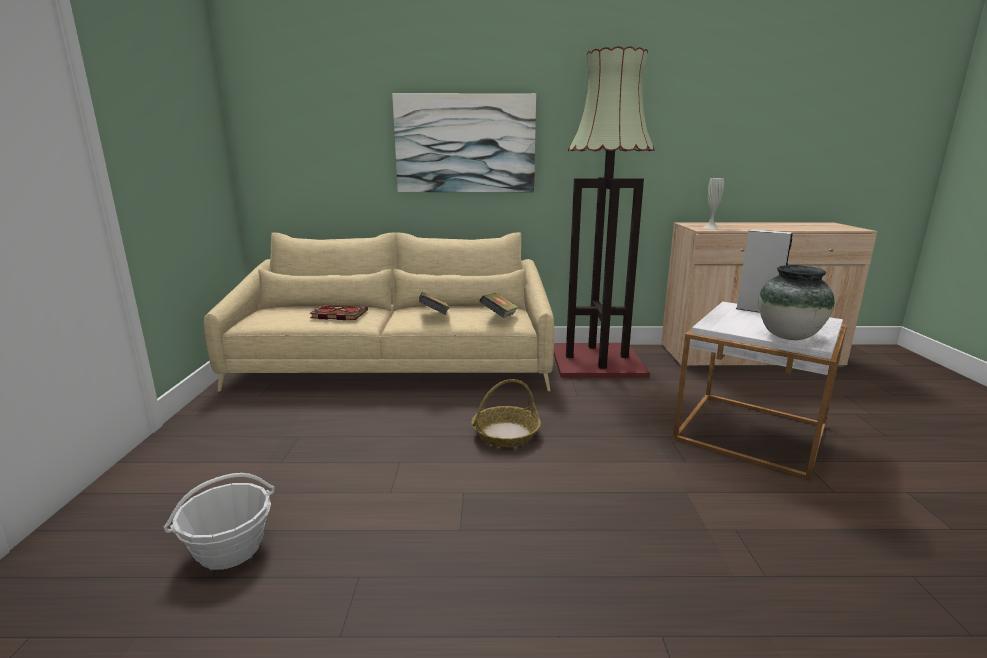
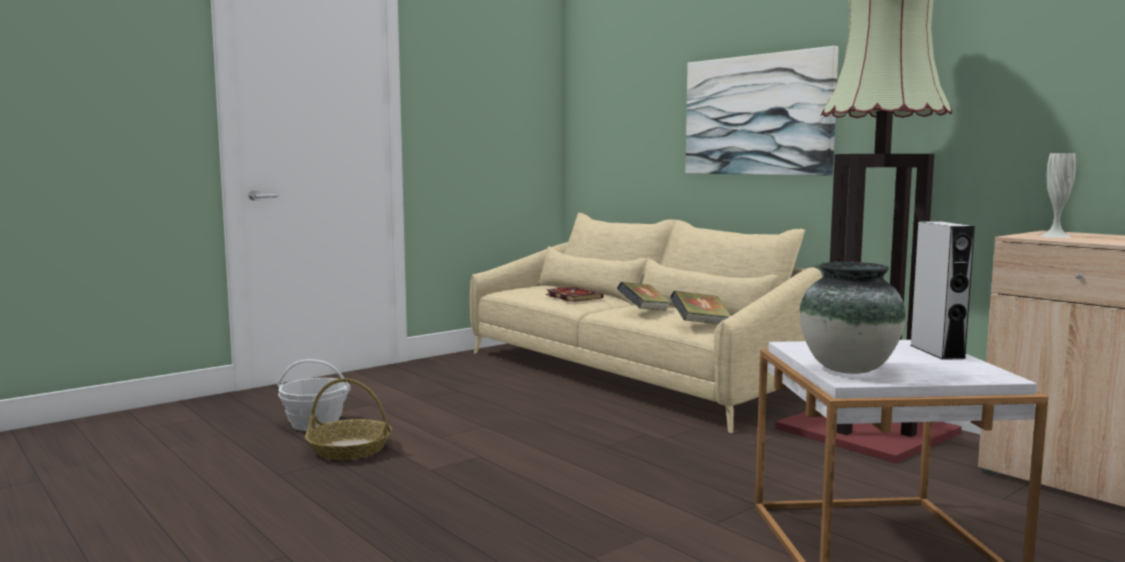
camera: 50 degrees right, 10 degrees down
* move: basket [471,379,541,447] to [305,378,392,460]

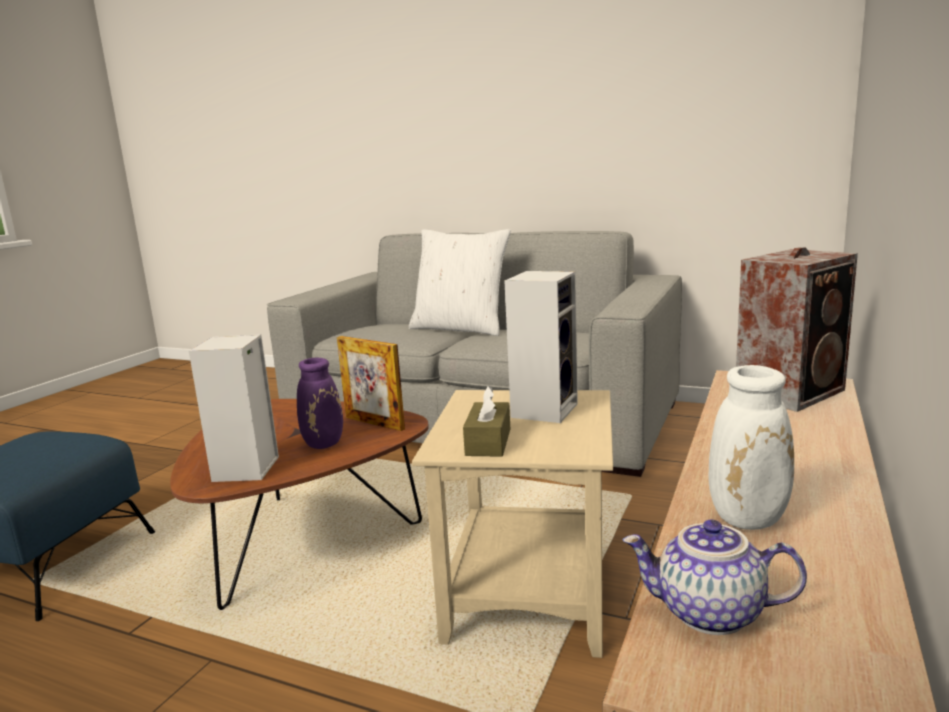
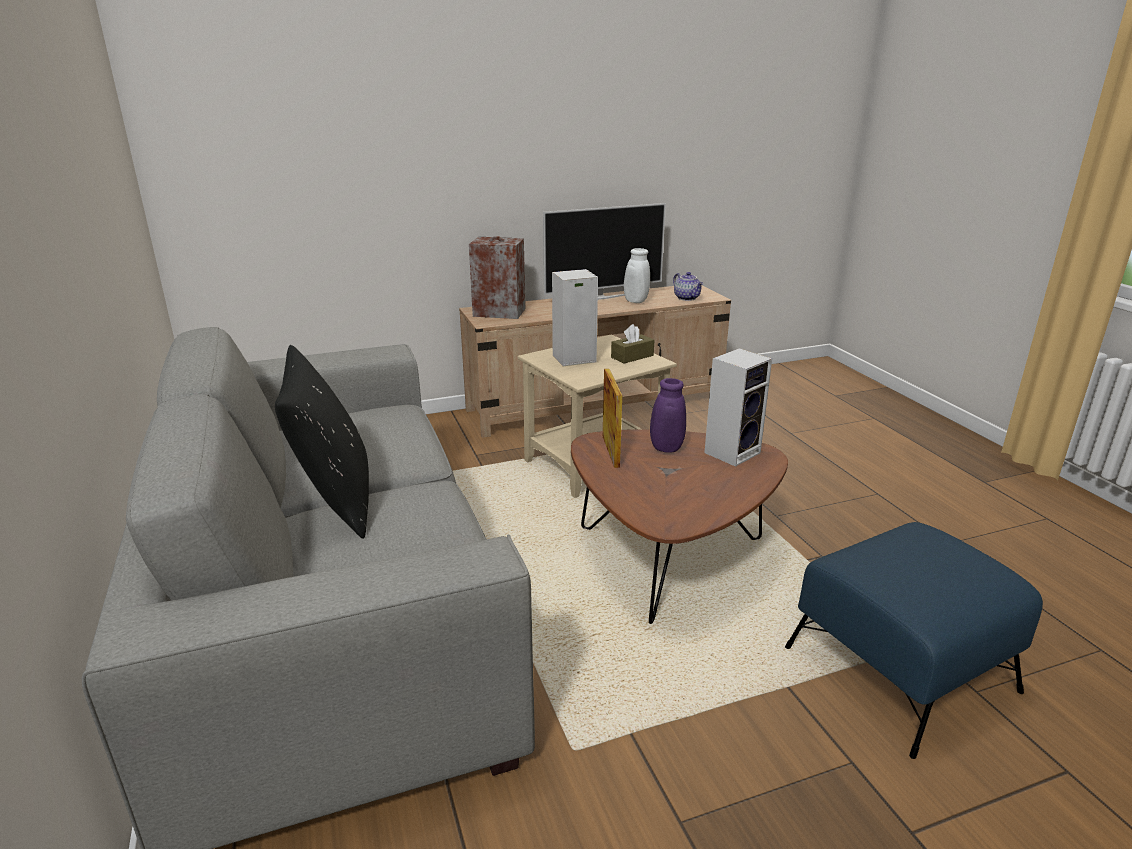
camera: 135 degrees left, 10 degrees up
* recolor: white pillow [409,229,511,336] to black pillow [275,345,369,539]
* insert: television [543,203,666,300]

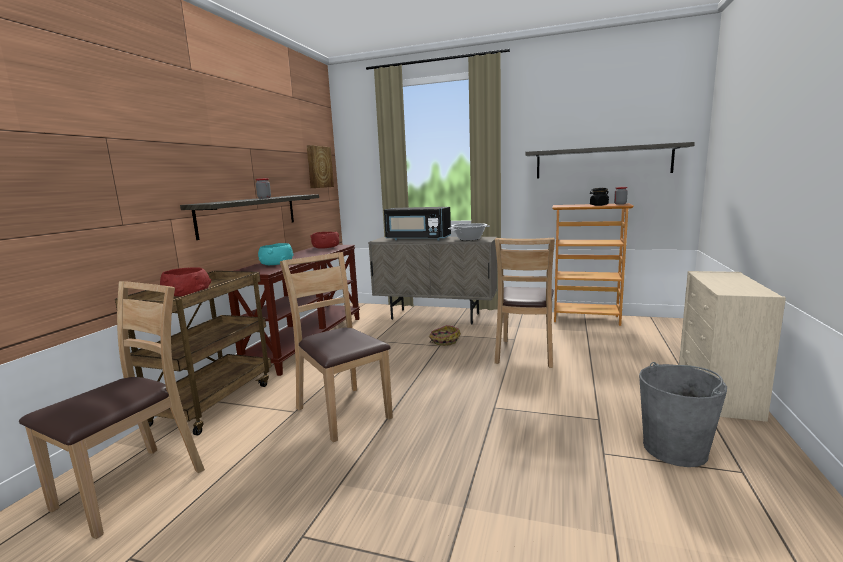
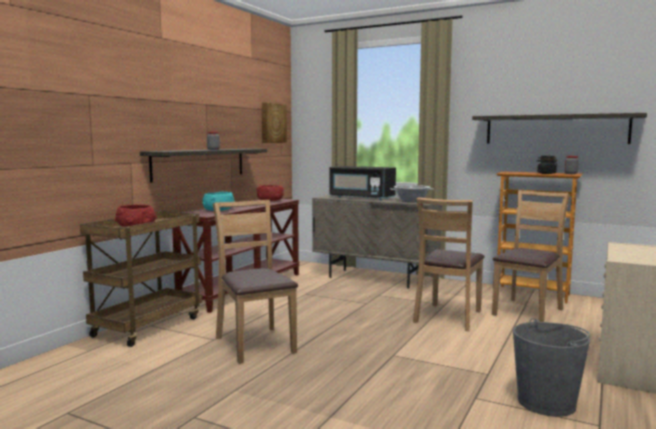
camera: 10 degrees right, 5 degrees down
* move: brown chair [19,281,205,539] to [492,190,570,322]
* delete: basket [429,325,461,346]

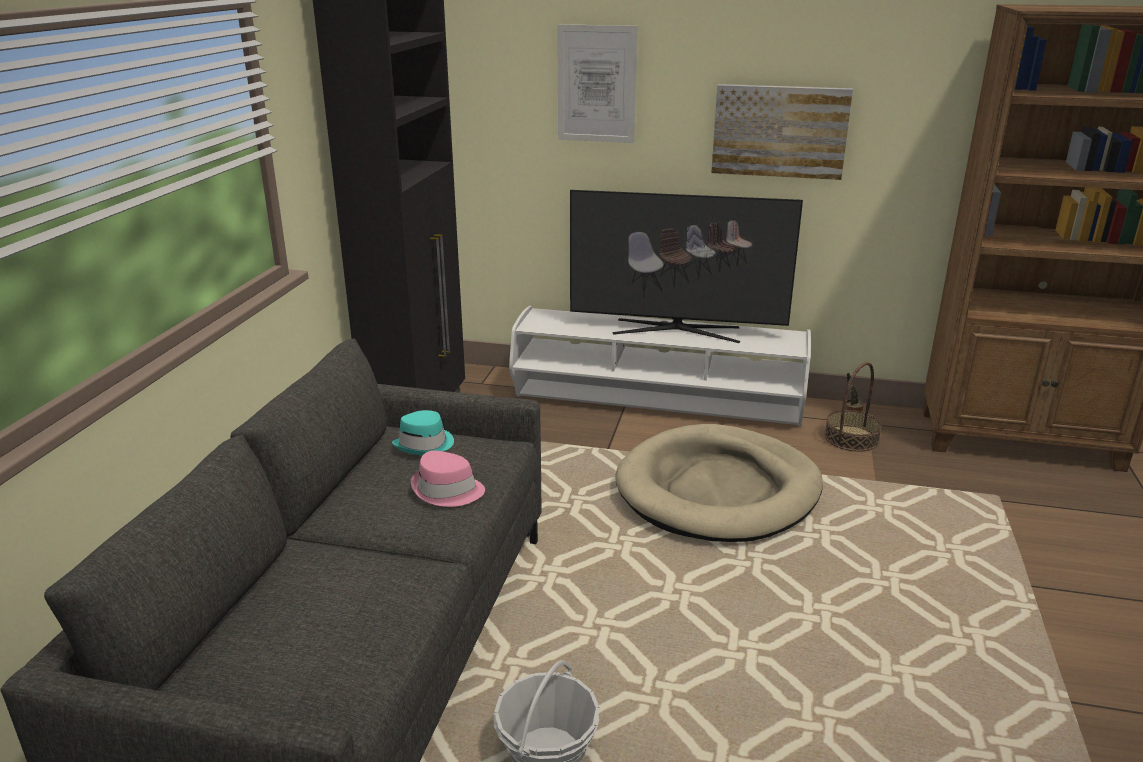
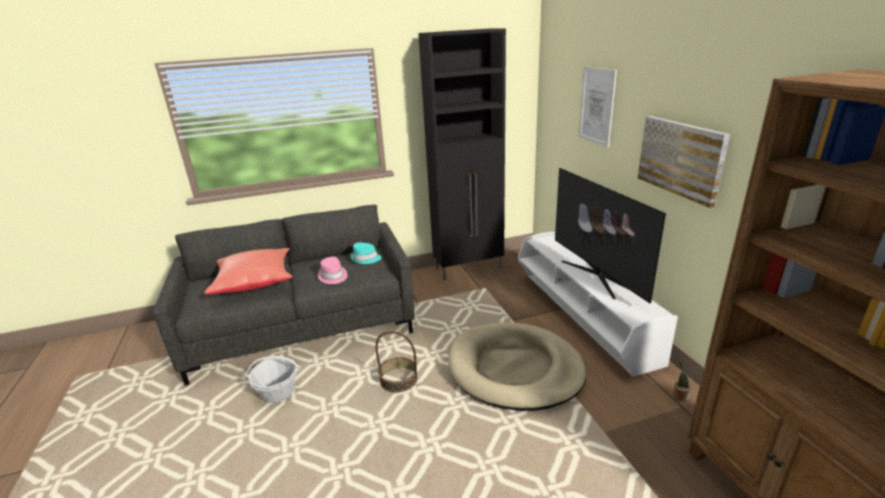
camera: 60 degrees right, 0 degrees up
* move: basket [824,362,882,452] to [376,331,418,393]
* insert: red pillow [204,248,292,294]

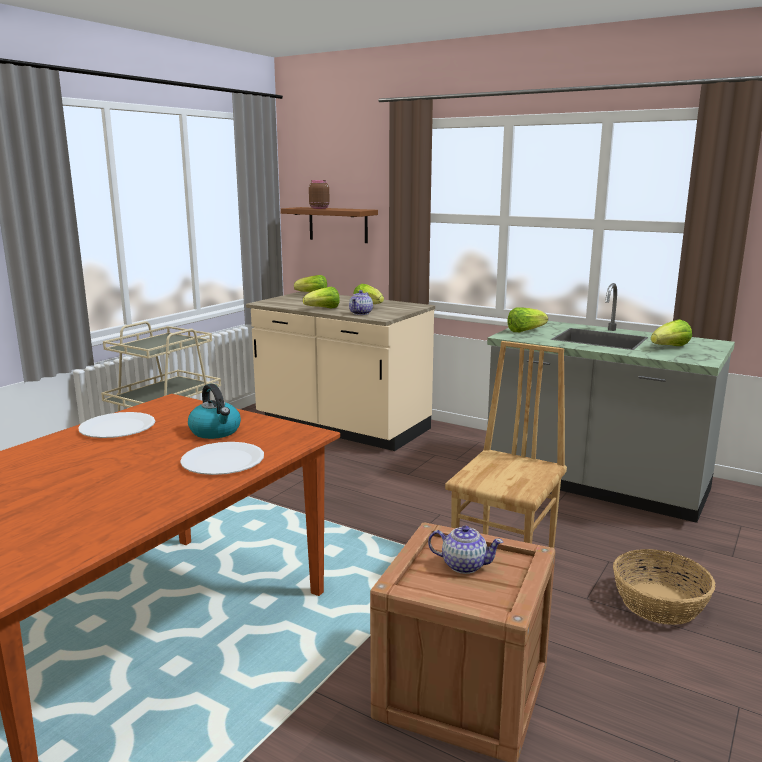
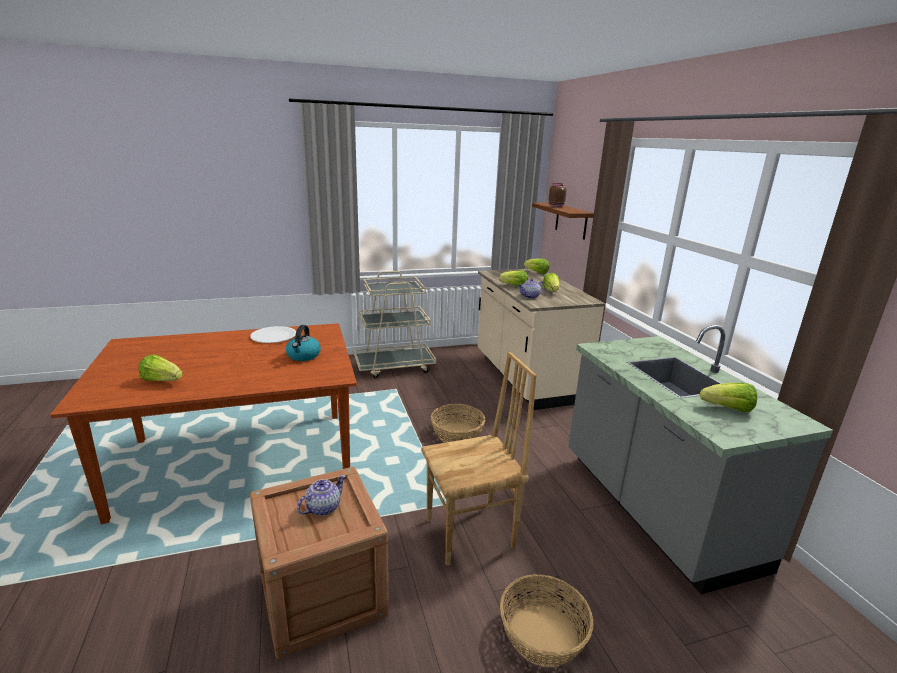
camera: 40 degrees right, 5 degrees up
* move: lettuce [507,307,548,332] to [138,355,183,381]
* delete: white plate [180,442,264,475]
* rotate: teapot [428,526,503,574] = [297,475,346,516] 105 degrees counterclockwise
* insert: basket [431,404,485,443]

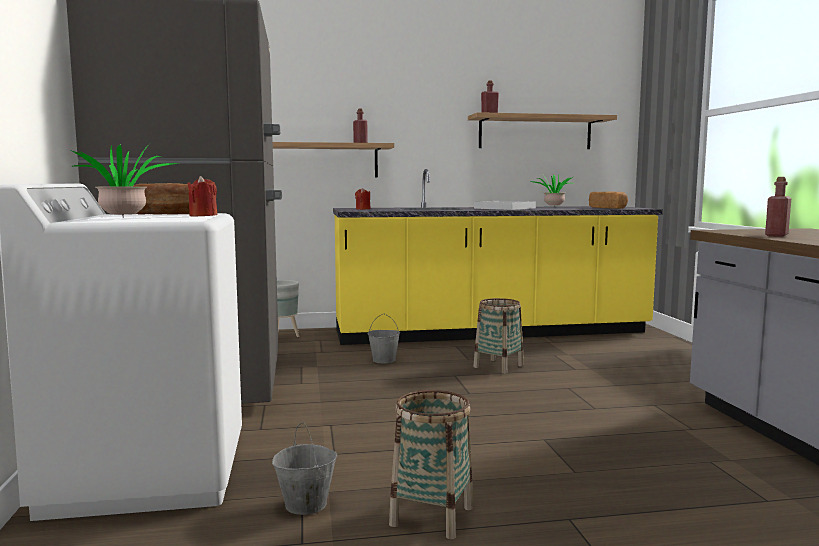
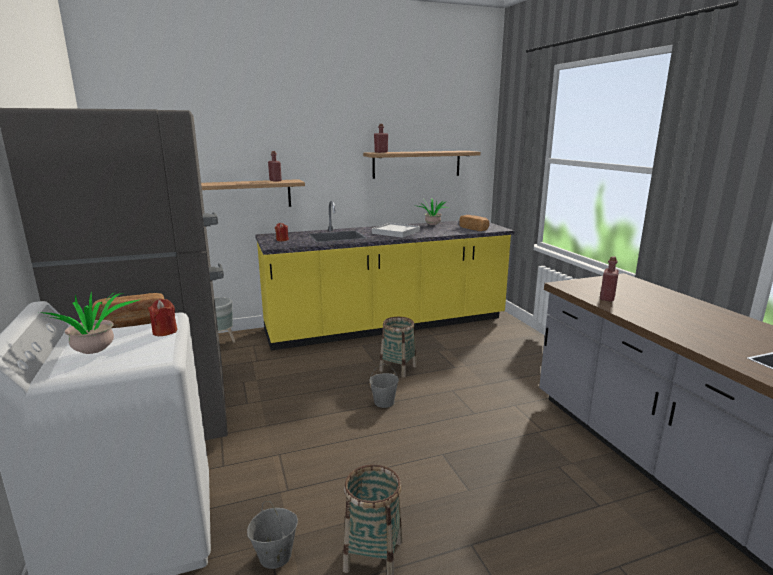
camera: 10 degrees left, 10 degrees up
* move: grey bucket [368,314,400,363] to [369,364,399,408]

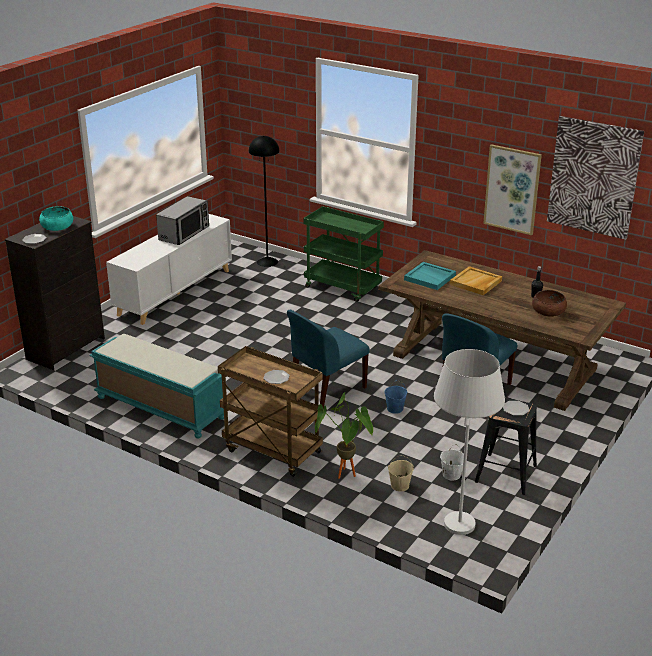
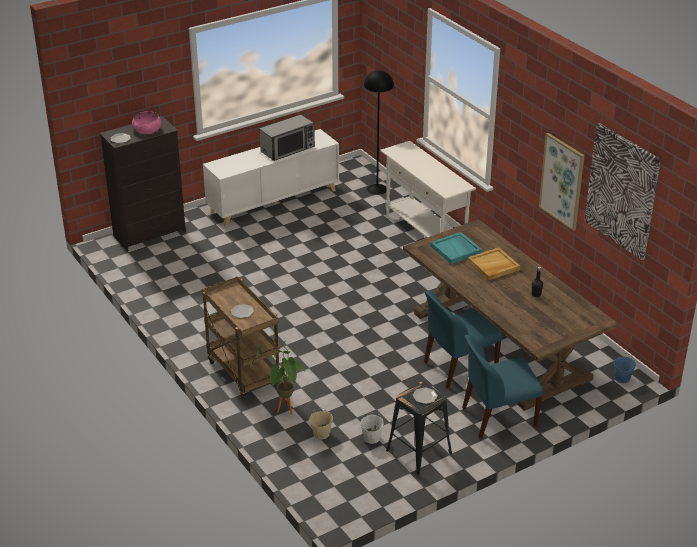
camera: 25 degrees right, 5 degrees up
* recolor: turquoise bowl [39,206,73,231] to pink bowl [132,111,162,134]
* replace: green cart [303,206,384,302] to white console table [380,141,476,238]
* delete: brown bowl [532,290,567,317]
* move: blue chair [287,310,370,409] to [462,334,543,439]
* delete: turquoise bench [89,334,224,438]
* delete: white floor lamp [434,349,505,535]
* move: blue bucket [384,380,407,414] to [614,353,636,383]

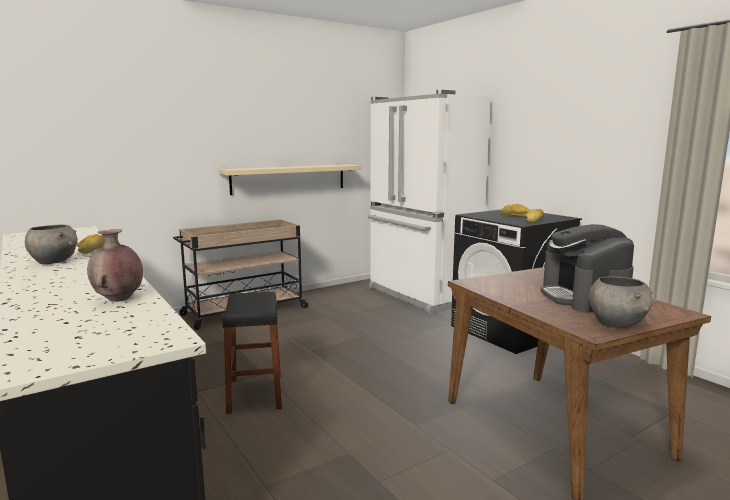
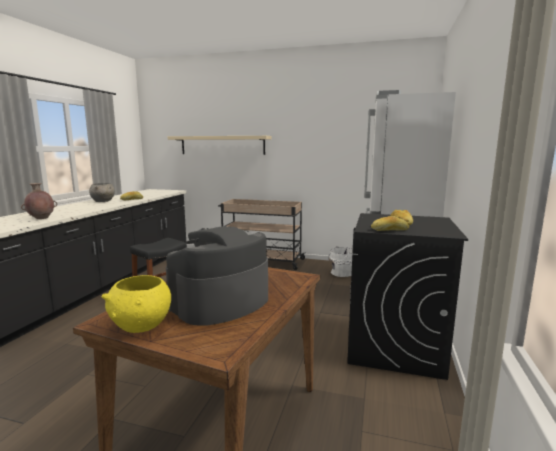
camera: 50 degrees right, 0 degrees up
* move: beige shelf [219,165,361,195] to [168,136,272,155]
* recolor: grey bowl [589,277,653,328] to yellow bowl [102,275,171,333]
* insert: white bucket [328,246,353,277]

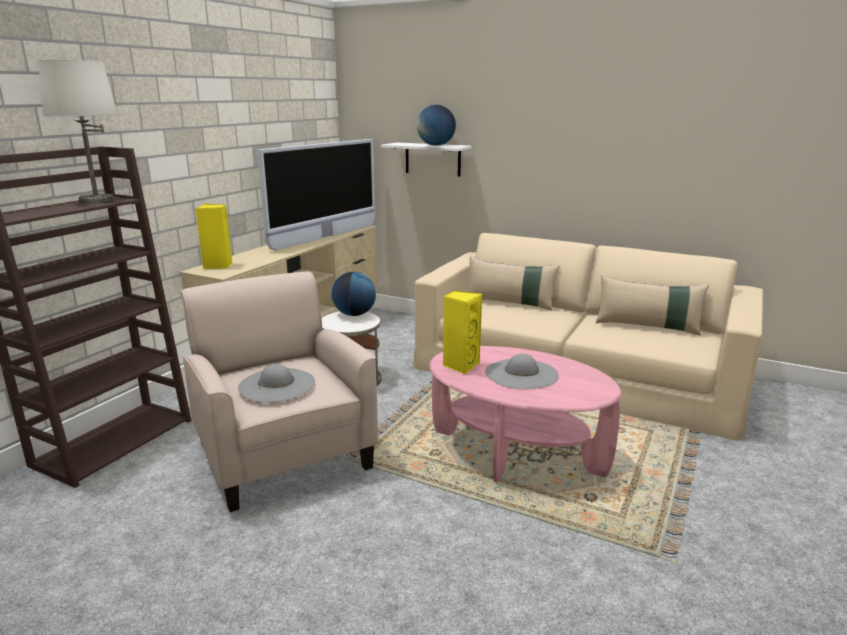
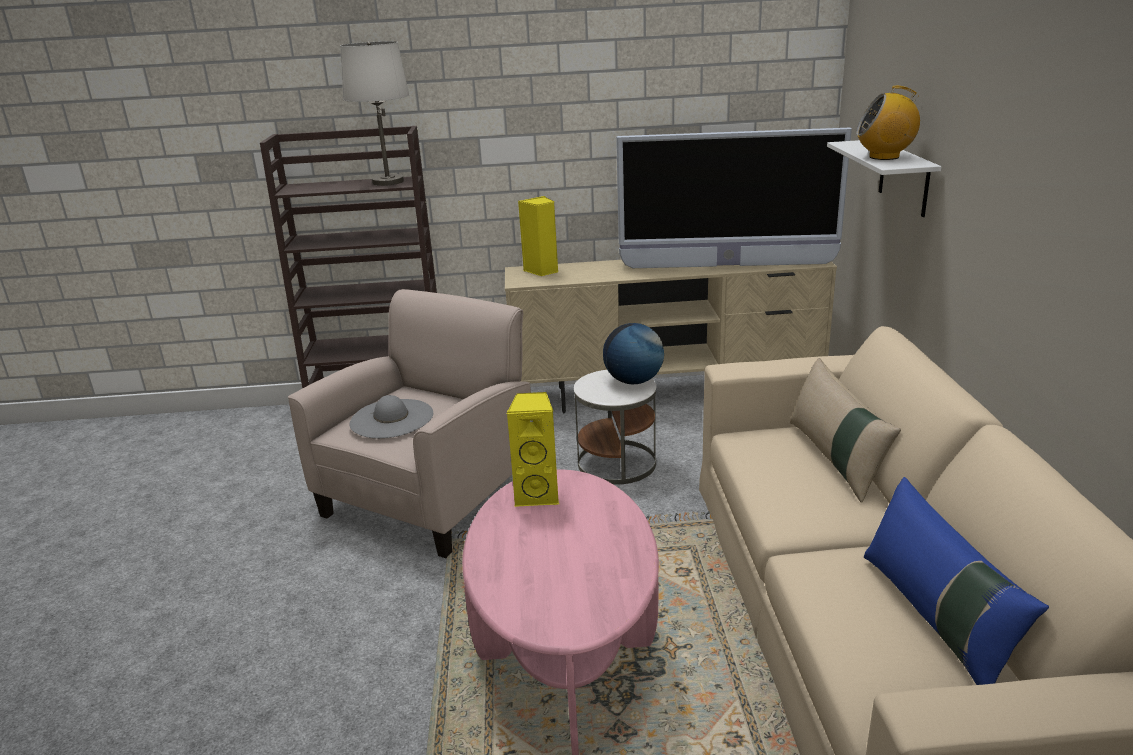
camera: 60 degrees right, 5 degrees up
* replace: globe [417,105,456,146] to radio [856,86,920,160]
* recolor: beige pillow [596,275,709,336] to blue pillow [864,477,1049,685]
* delete: grey hat [485,354,559,389]

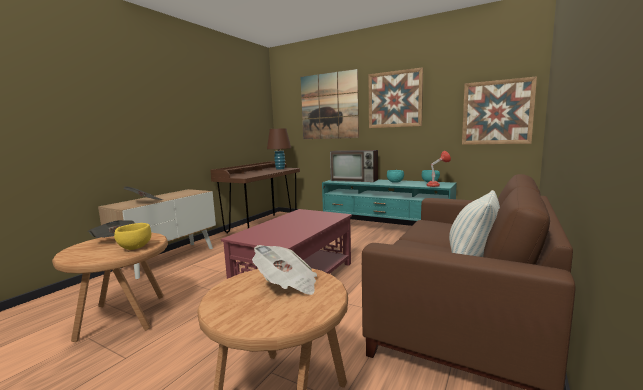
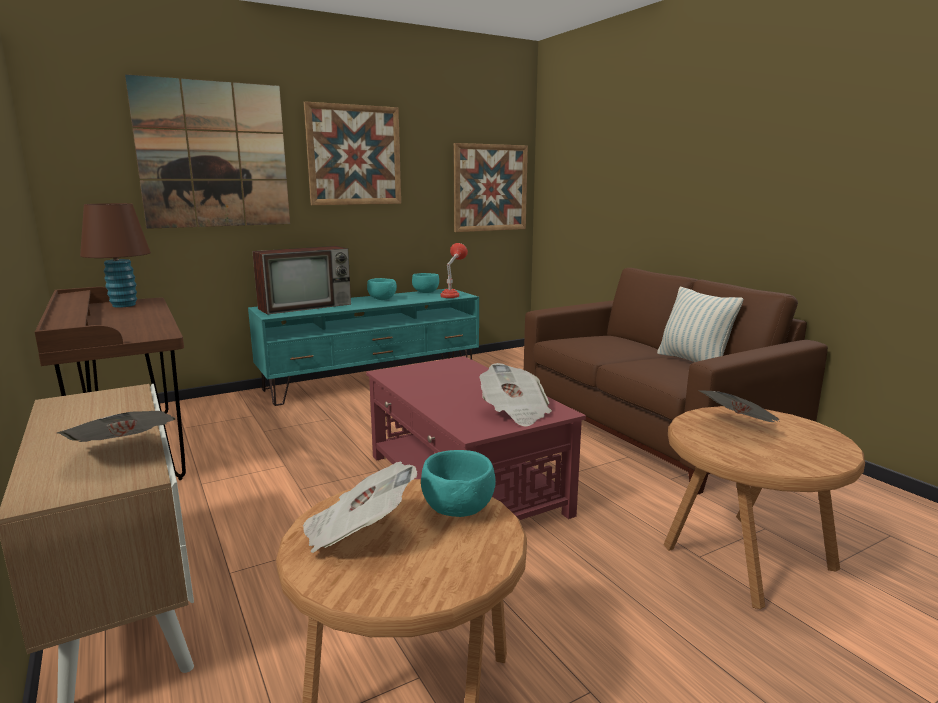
camera: 60 degrees left, 5 degrees up
* recolor: yellow bowl [114,223,151,250] to turquoise bowl [421,450,496,517]
* insert: newspaper [479,363,552,427]

